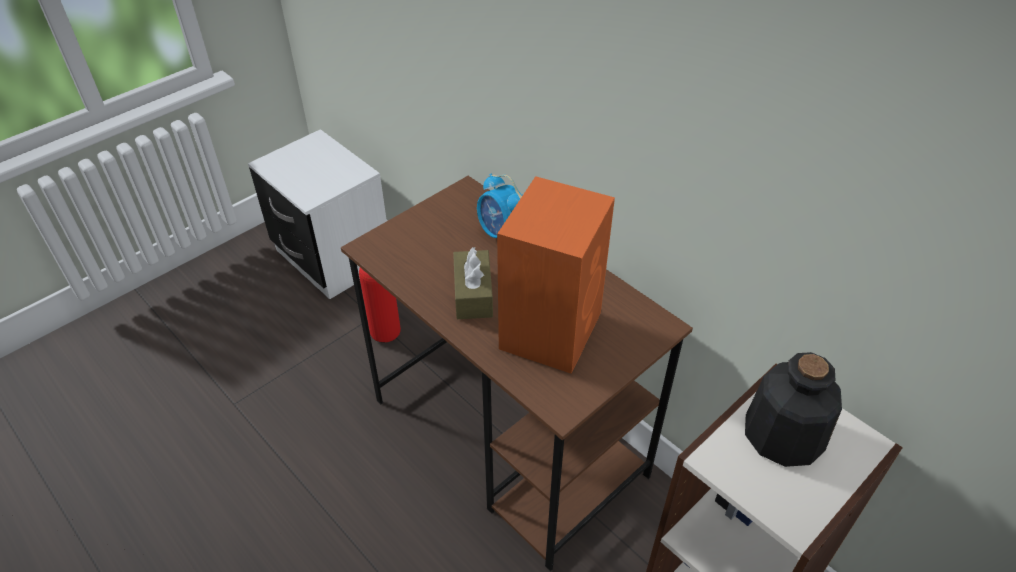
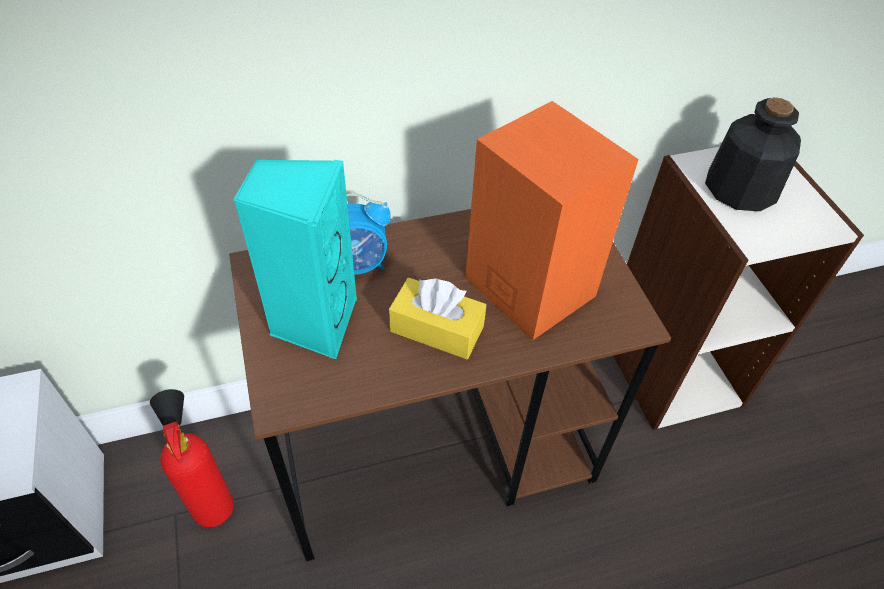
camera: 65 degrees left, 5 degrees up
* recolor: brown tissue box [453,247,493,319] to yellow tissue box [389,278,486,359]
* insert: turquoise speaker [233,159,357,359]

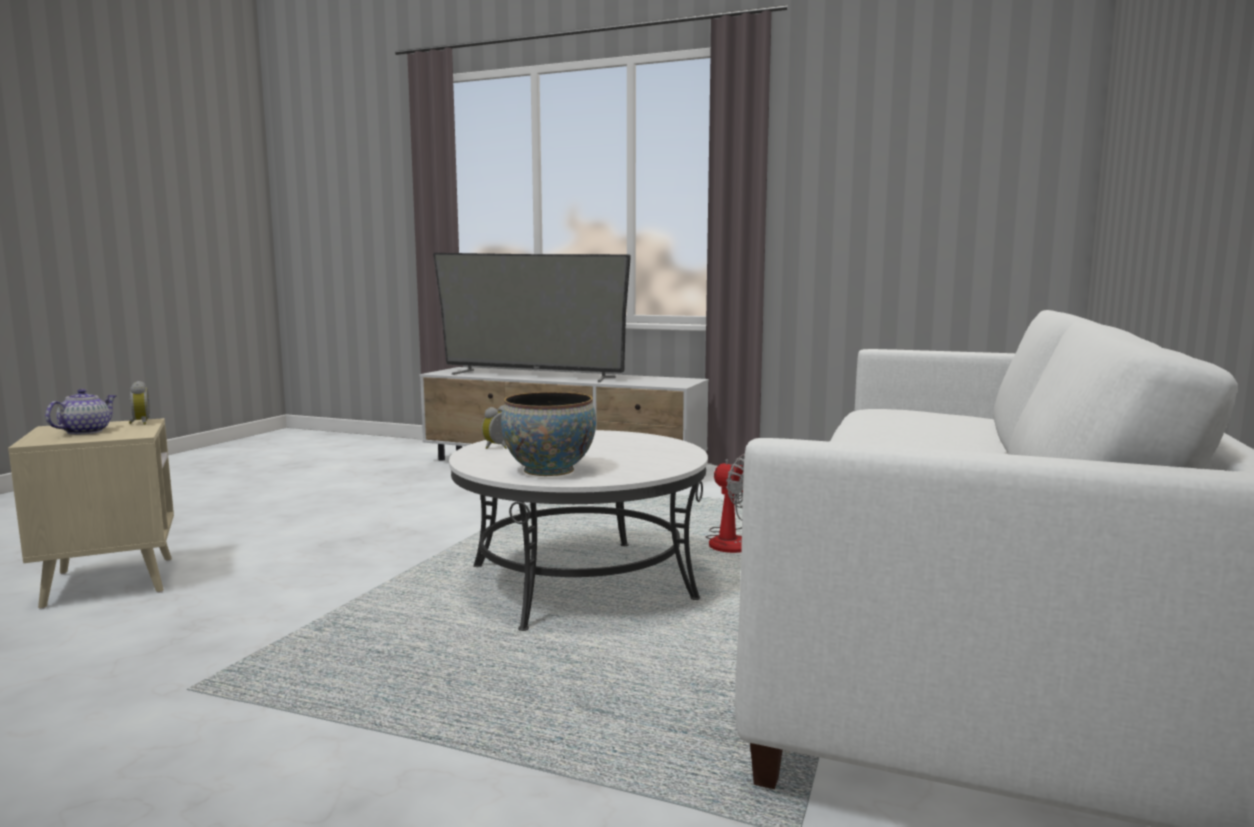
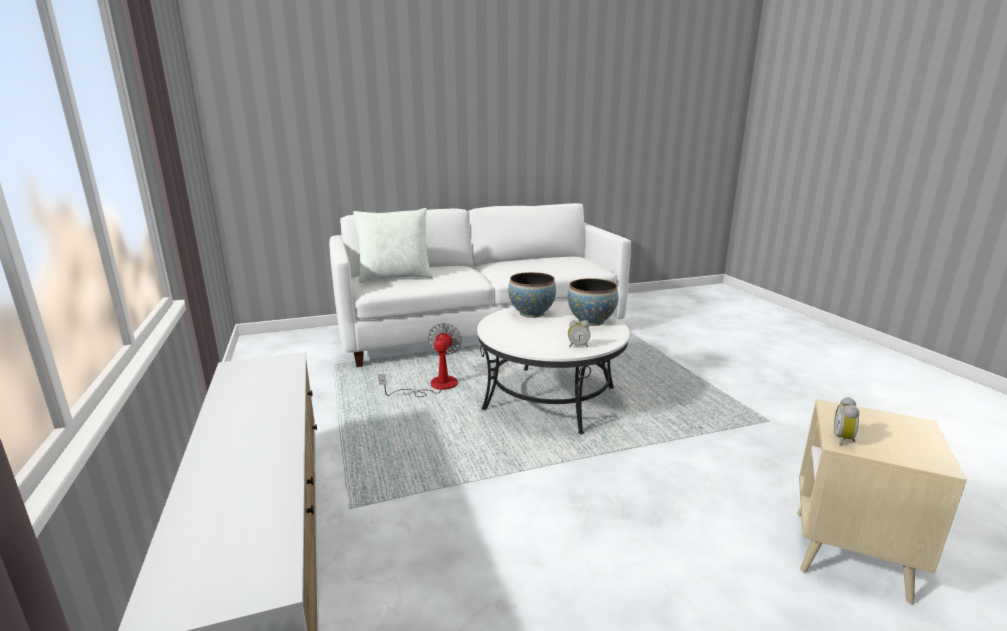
camera: 130 degrees left, 10 degrees up
* delete: television [433,253,631,382]
* delete: teapot [45,389,116,435]
* insert: white pillow [353,208,433,283]
* insert: bowl [508,272,556,318]

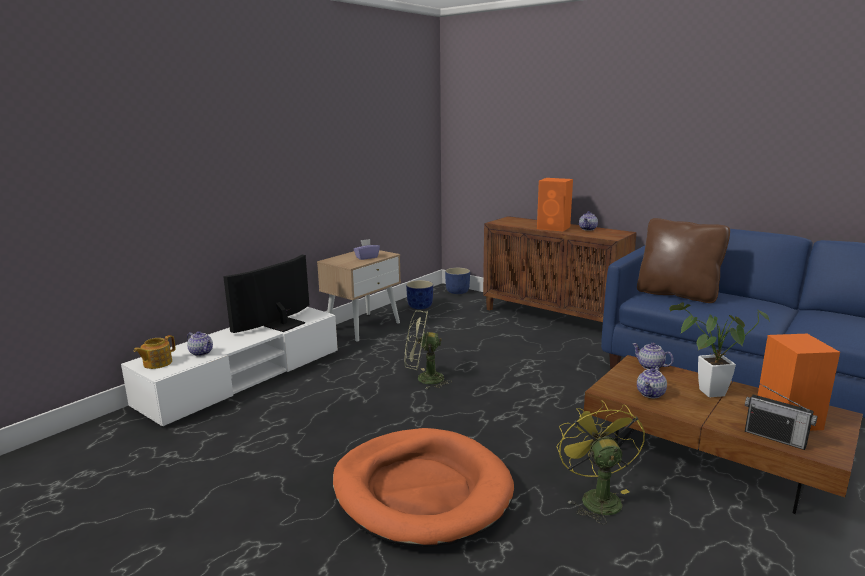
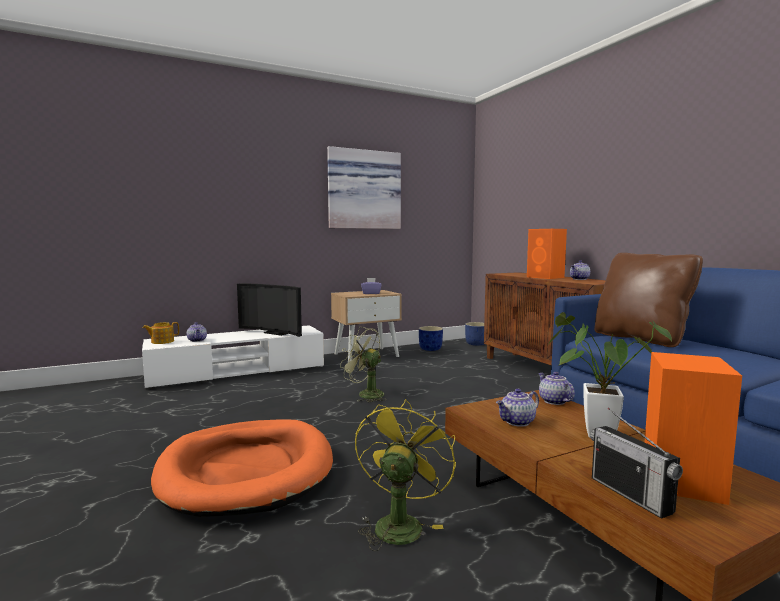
camera: 25 degrees right, 10 degrees down
* rotate: television [223,255,309,333] = [237,283,302,337] 120 degrees counterclockwise
* insert: picture [327,146,401,229]

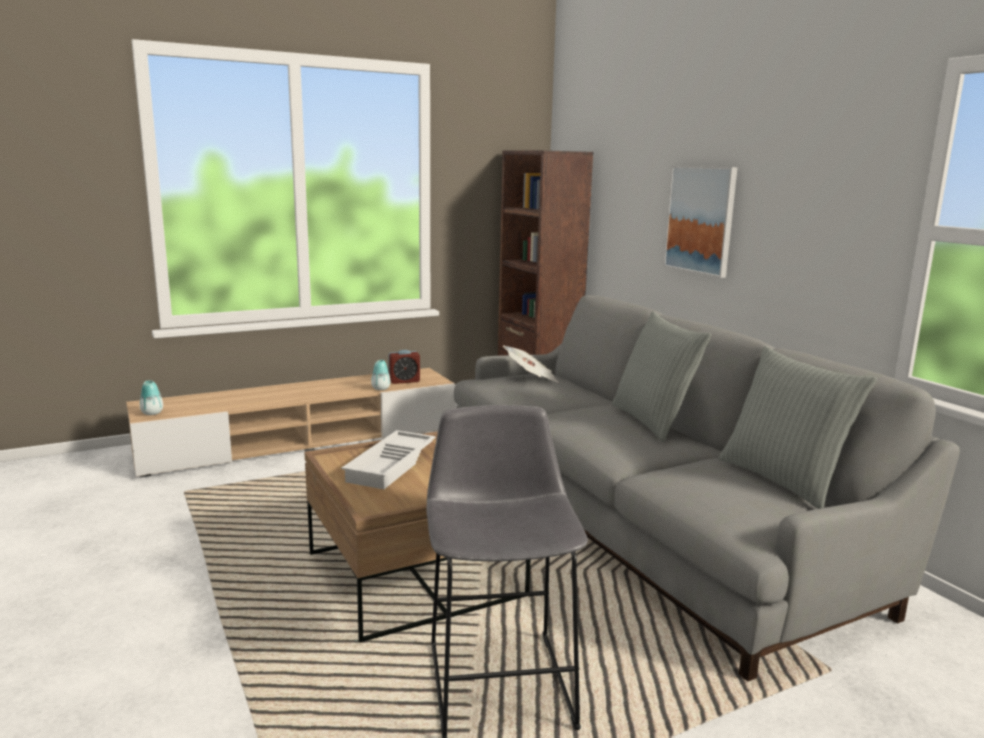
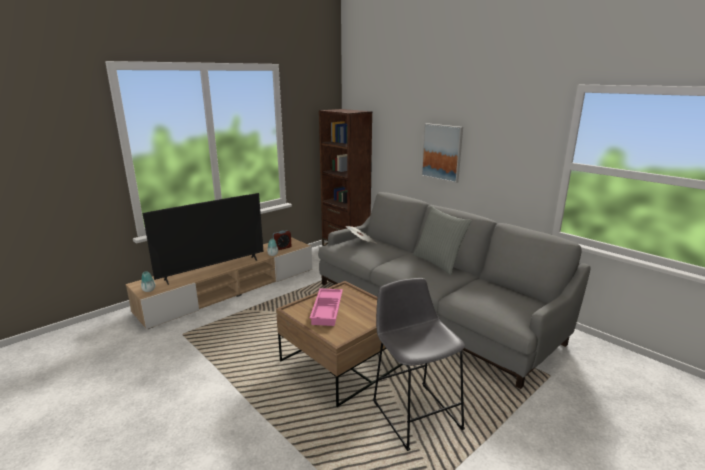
camera: 15 degrees left, 5 degrees up
* delete: grey pillow [718,346,877,509]
* recolor: white tray [341,430,436,489] to pink tray [309,288,343,326]
* insert: television [143,193,264,285]

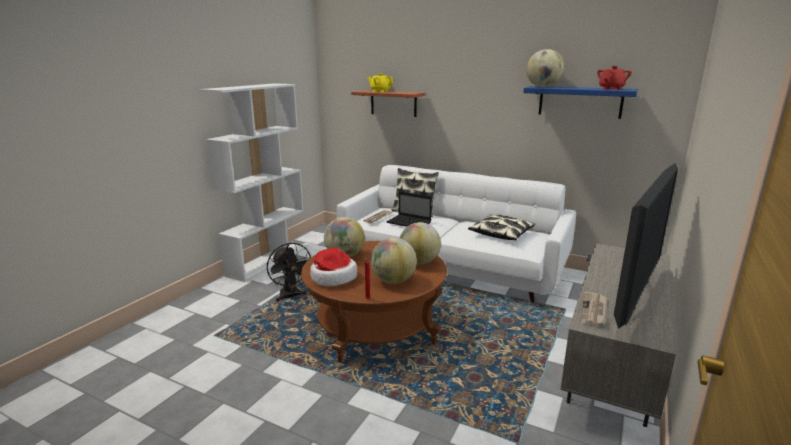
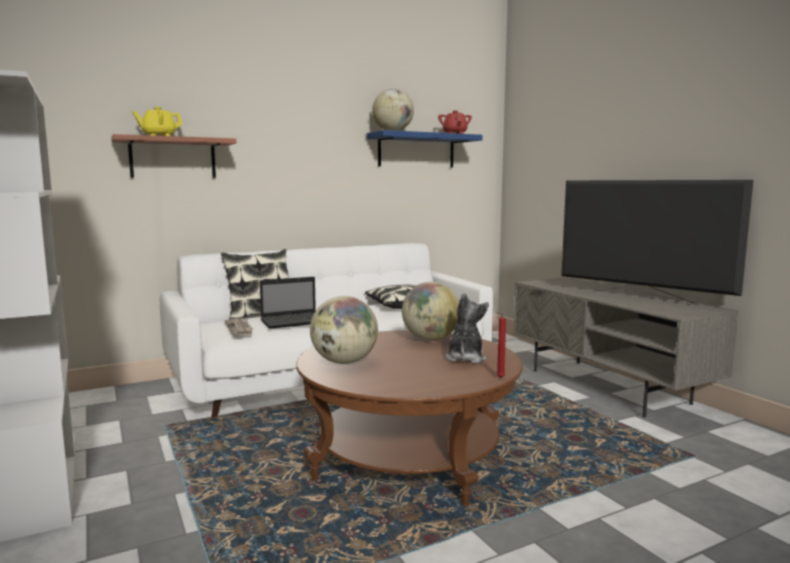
camera: 55 degrees left, 10 degrees down
* rotate: television [614,163,678,329] = [561,180,753,305] 150 degrees clockwise
* replace: globe [371,238,417,284] to plush toy [445,293,489,363]
* delete: black fan [267,243,311,301]
* delete: hat [310,248,358,286]
* delete: newspaper [581,292,607,327]

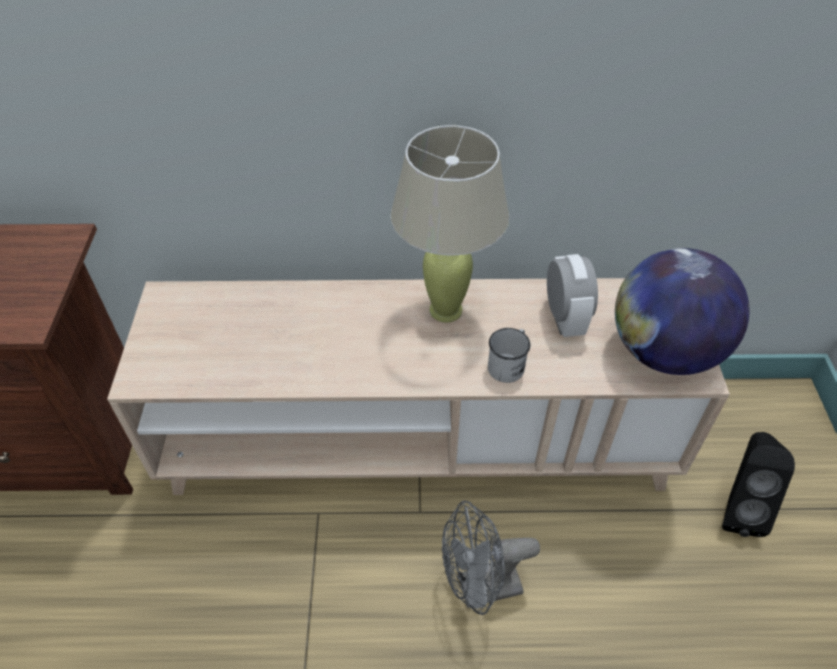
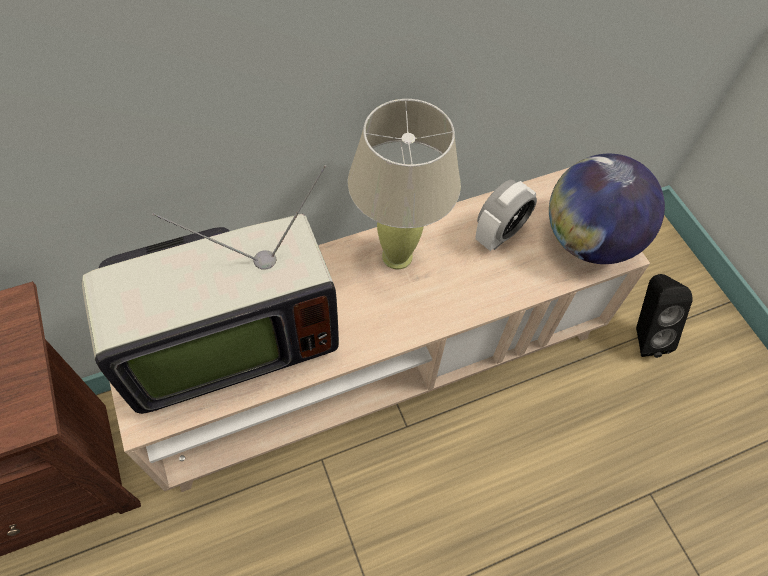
camera: 25 degrees left, 10 degrees up
* rotate: alarm clock [547,254,598,337] = [475,180,537,251] 75 degrees clockwise
* delete: white mug [488,328,530,383]
* delete: grey fan [442,501,540,615]
* insert: television [82,165,339,414]

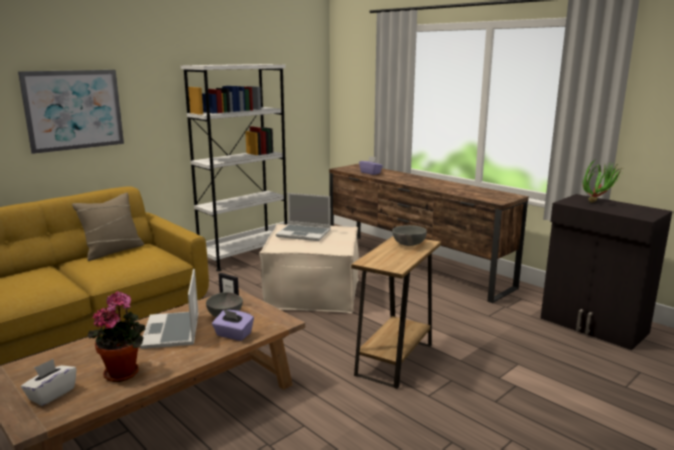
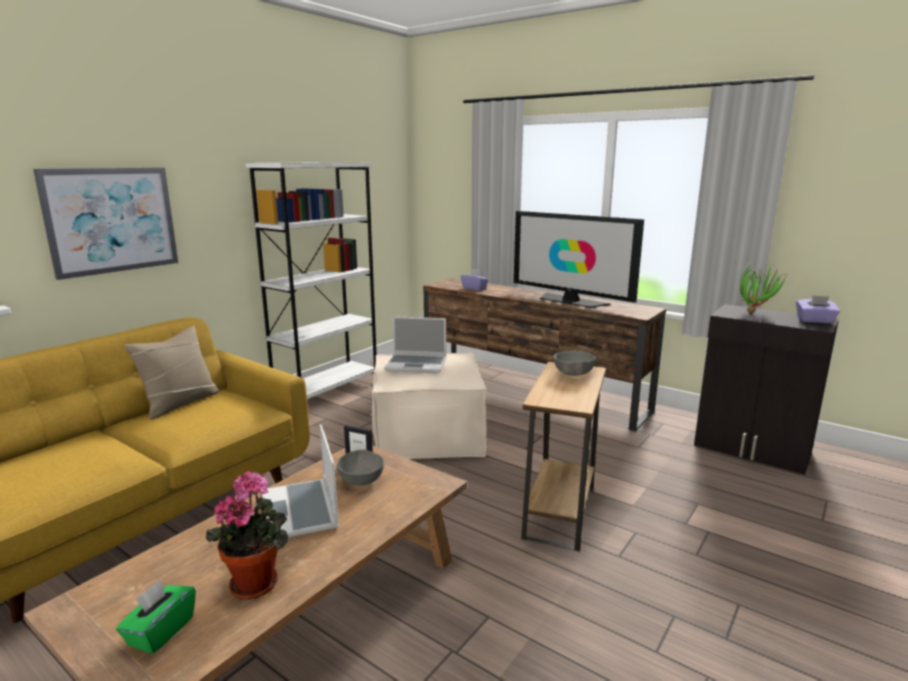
camera: 10 degrees left, 0 degrees up
* move: purple tissue box [212,310,254,341] to [796,295,840,323]
* recolor: white tissue box [21,359,77,406] to green tissue box [116,580,196,654]
* insert: television [514,211,644,308]

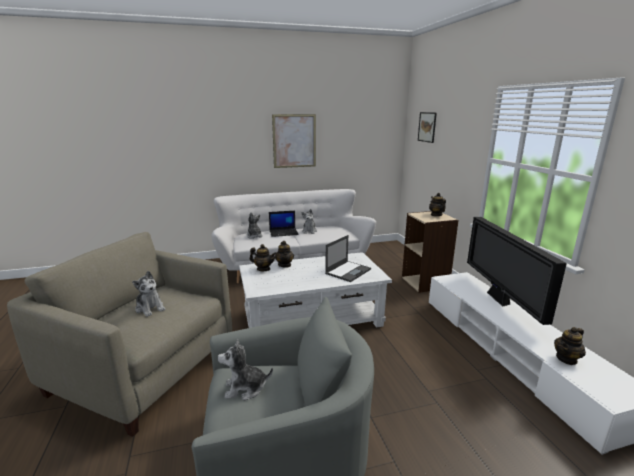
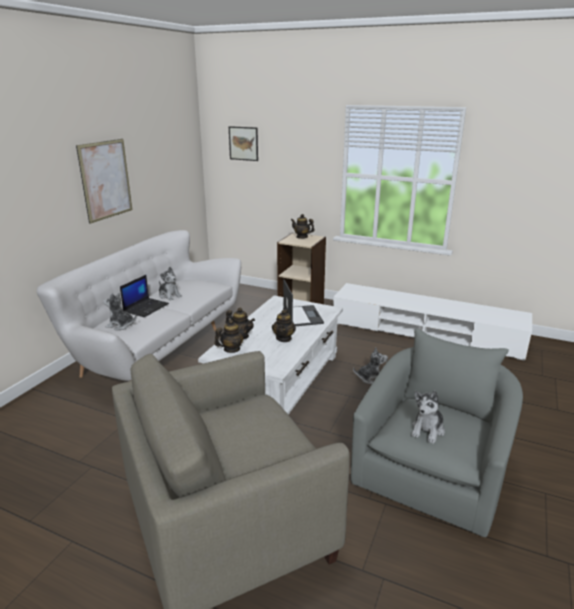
camera: 50 degrees left, 5 degrees up
* delete: television [467,217,567,325]
* move: plush toy [132,271,165,317] to [353,347,388,384]
* move: teapot [554,327,586,365] to [272,309,296,342]

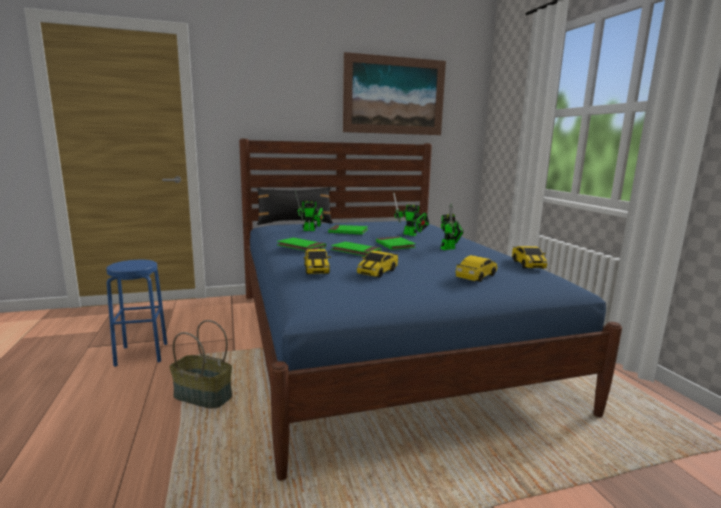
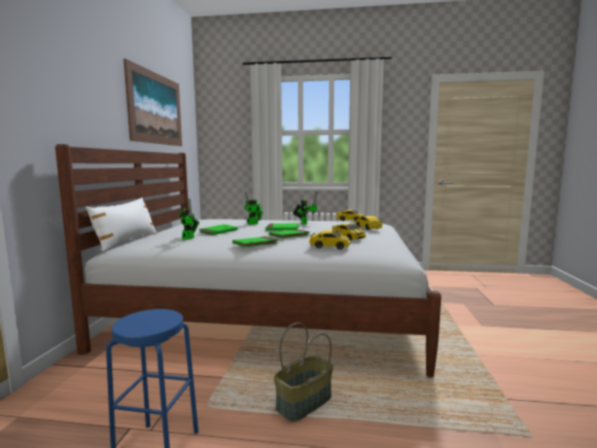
camera: 65 degrees left, 5 degrees down
* recolor: blue bed [239,139,622,481] to white bed [55,144,441,377]
* recolor: black pillow [257,187,333,225] to white pillow [85,198,157,252]

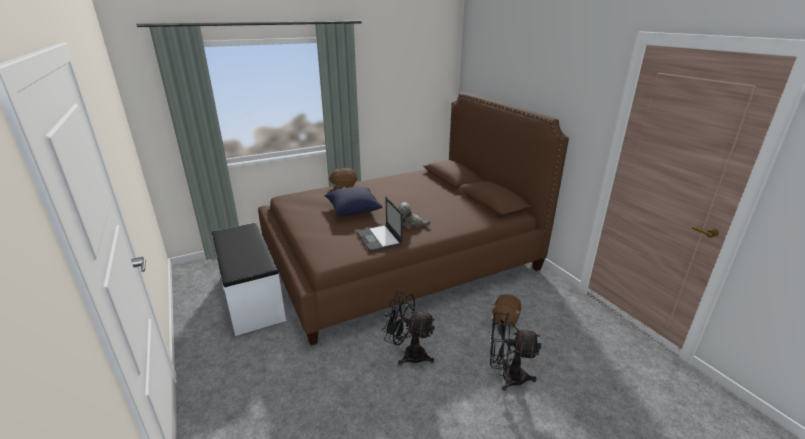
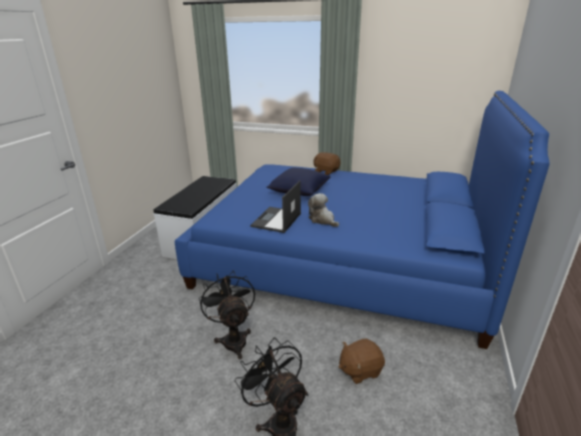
camera: 45 degrees right, 0 degrees up
* recolor: brown bed [258,92,569,345] to blue bed [175,91,550,349]

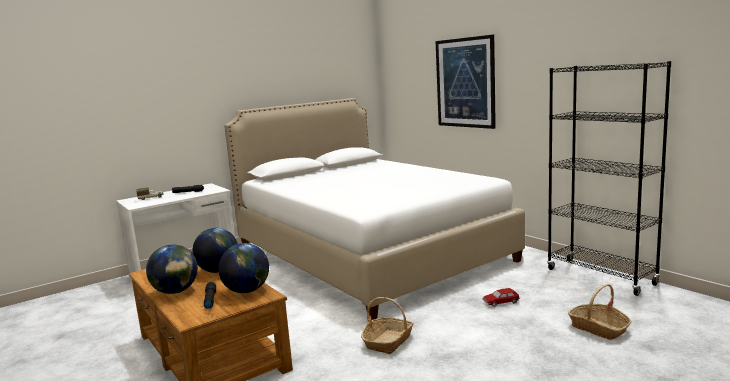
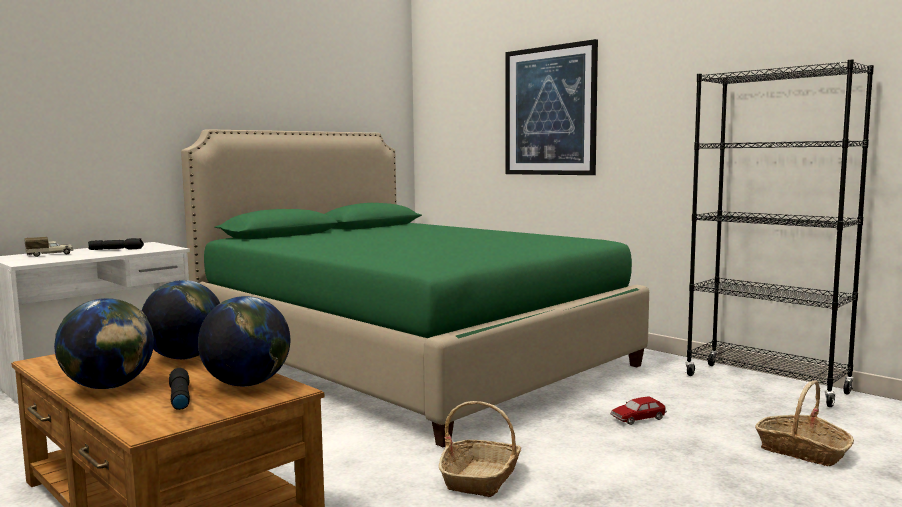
camera: 10 degrees left, 5 degrees down
* recolor: white bed [224,98,525,320] to green bed [181,129,649,447]

